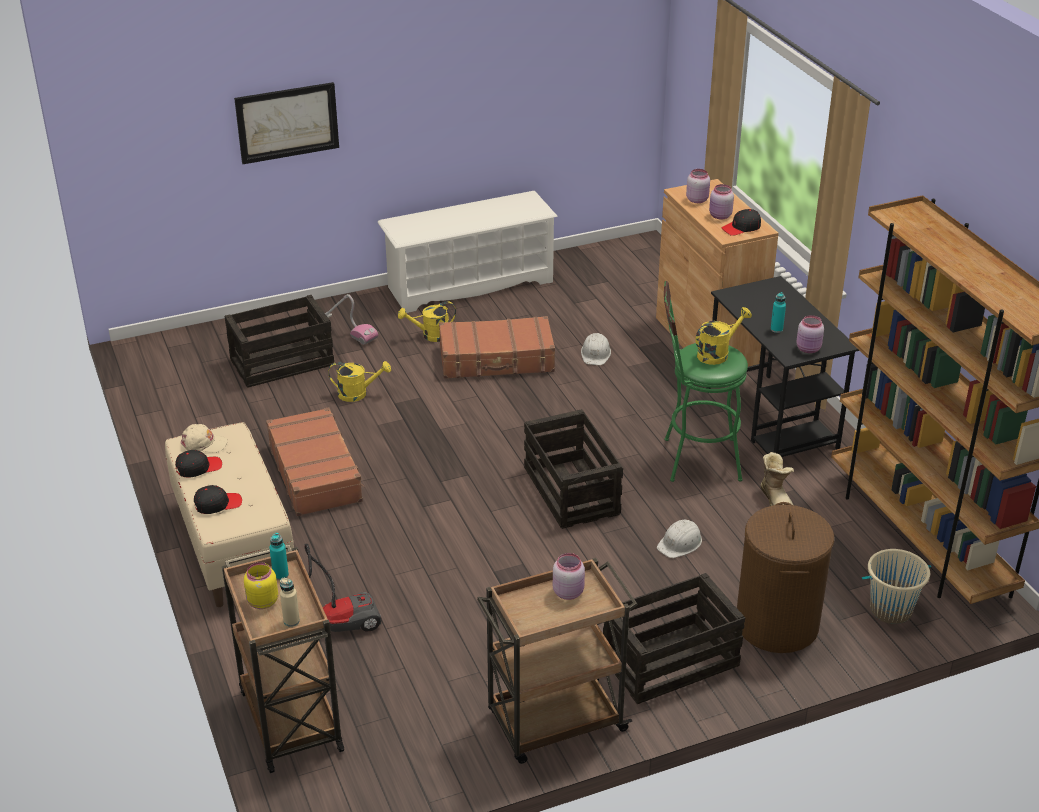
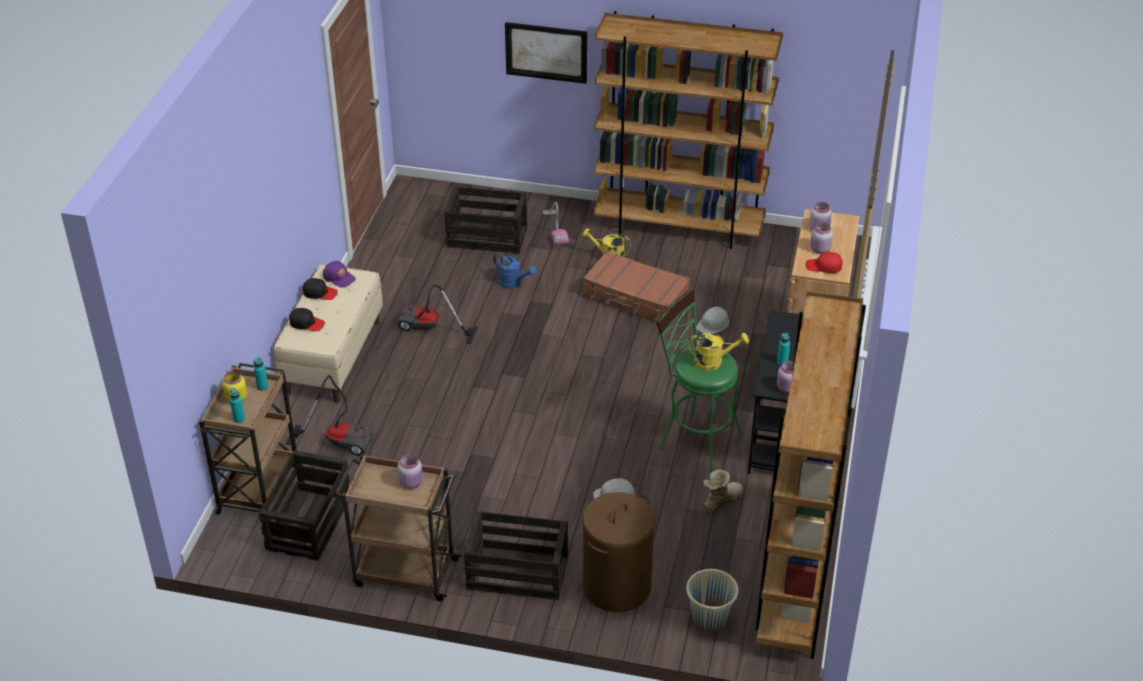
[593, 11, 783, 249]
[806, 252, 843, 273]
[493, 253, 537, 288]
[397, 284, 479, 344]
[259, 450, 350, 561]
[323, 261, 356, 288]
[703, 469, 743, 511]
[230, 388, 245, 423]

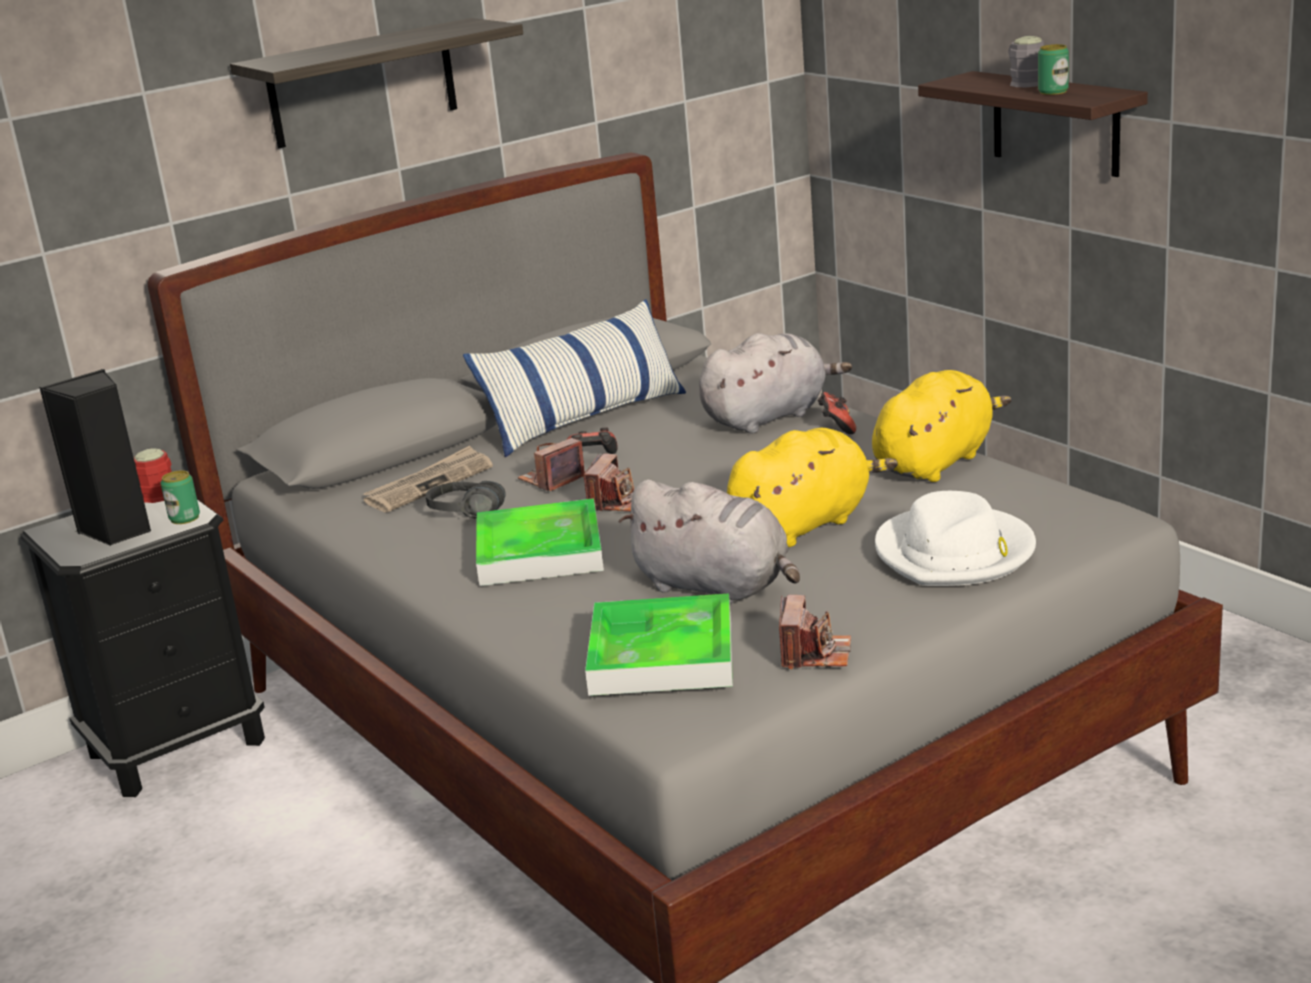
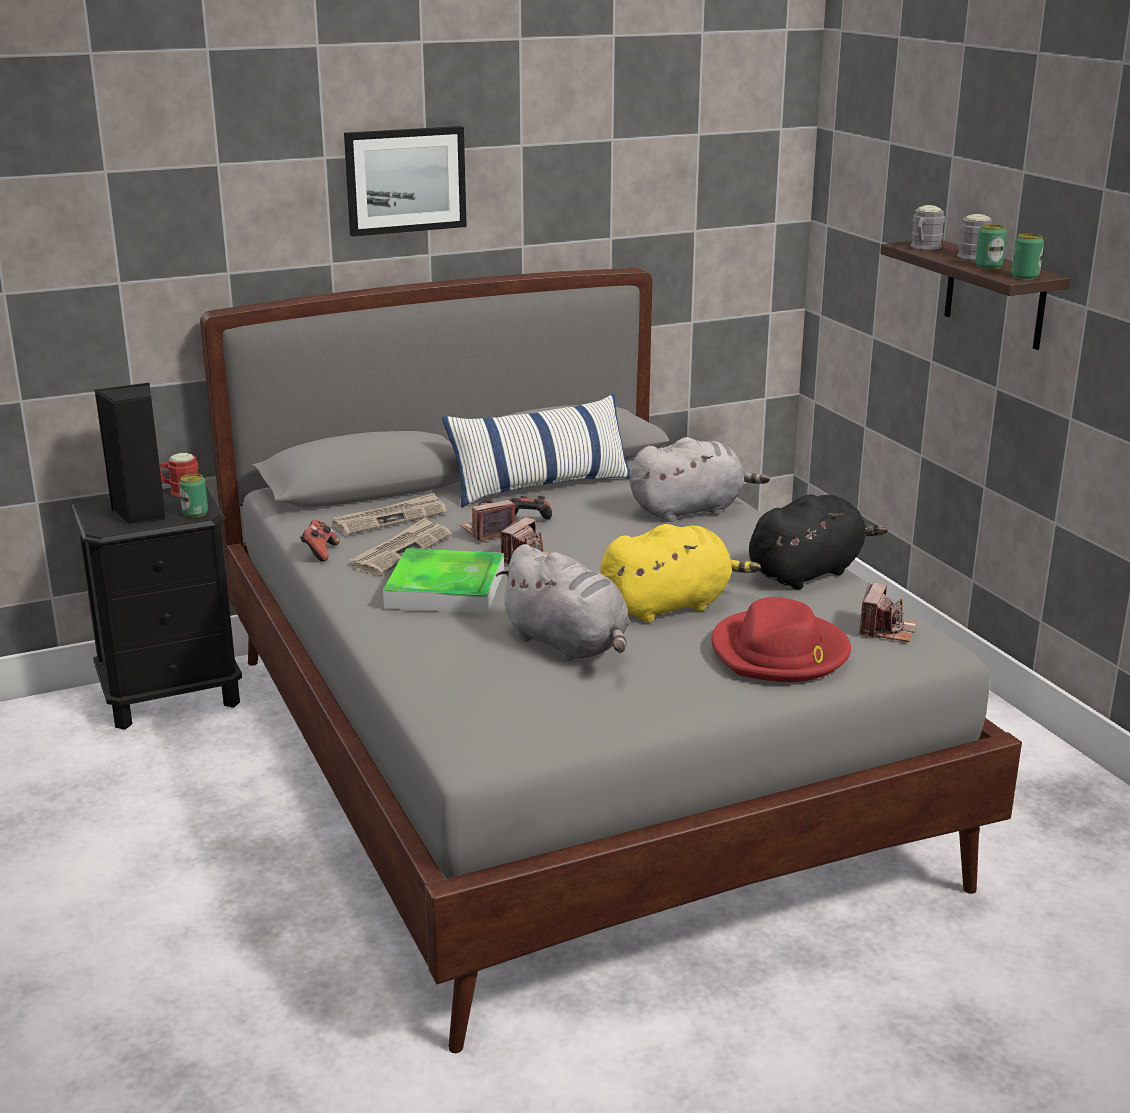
[344, 126, 467, 237]
[749, 494, 888, 590]
[300, 520, 340, 562]
[350, 518, 451, 576]
[711, 597, 851, 682]
[585, 593, 733, 696] (first image)
[859, 582, 917, 642]
[910, 205, 945, 250]
[1011, 234, 1044, 280]

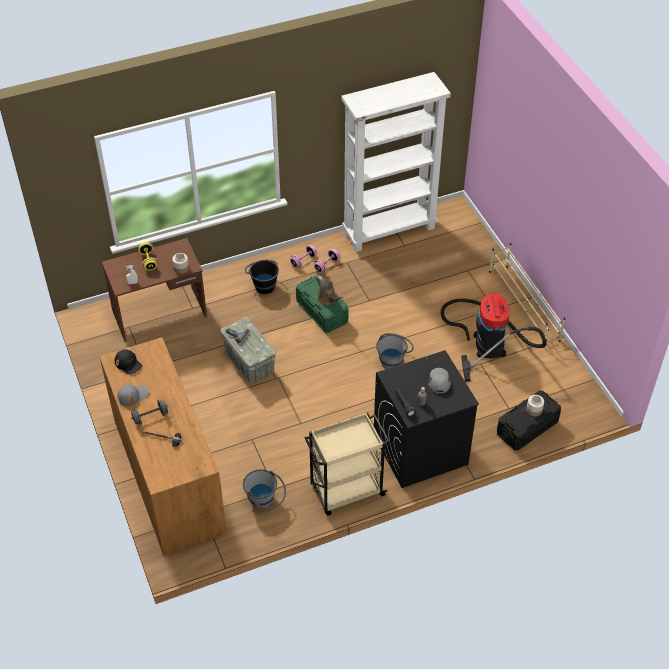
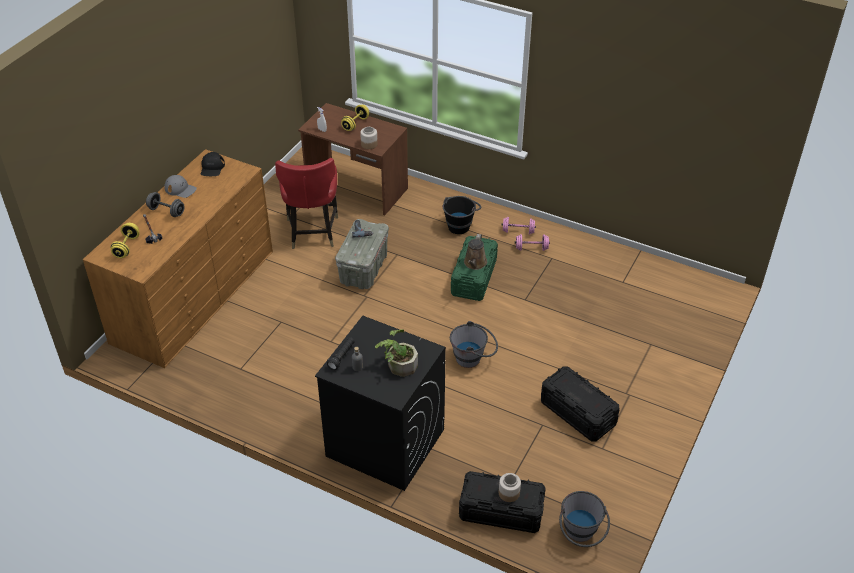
[341, 72, 451, 252] (first image)
[489, 243, 566, 344] (first image)
[541, 366, 620, 442]
[375, 329, 418, 377]
[304, 412, 389, 515] (first image)
[559, 491, 610, 547]
[275, 158, 338, 249]
[110, 223, 140, 258]

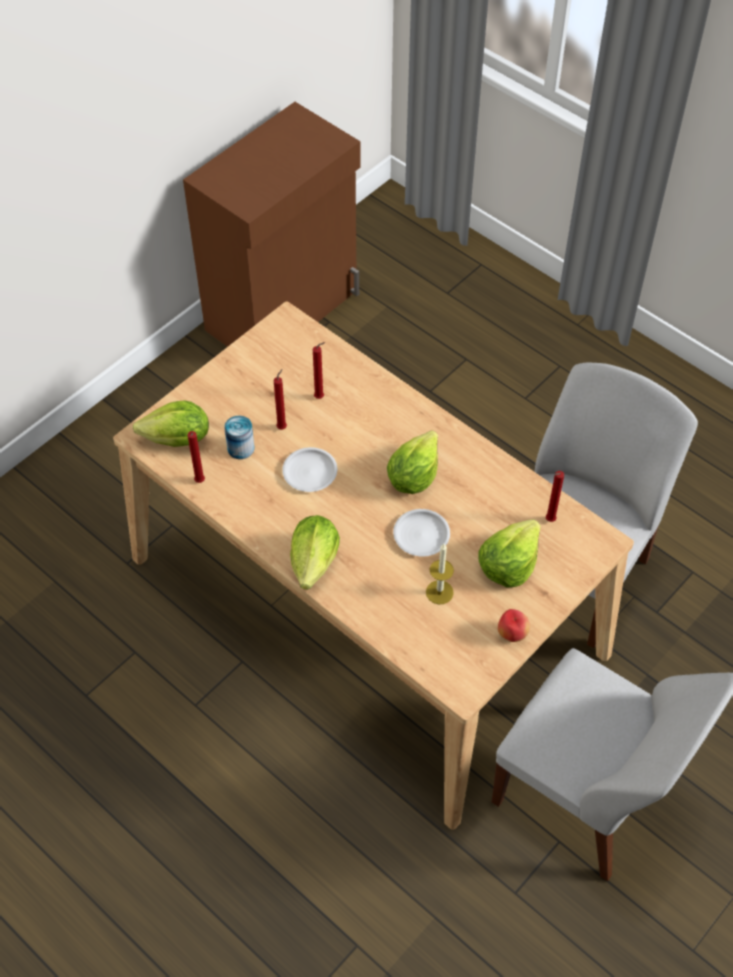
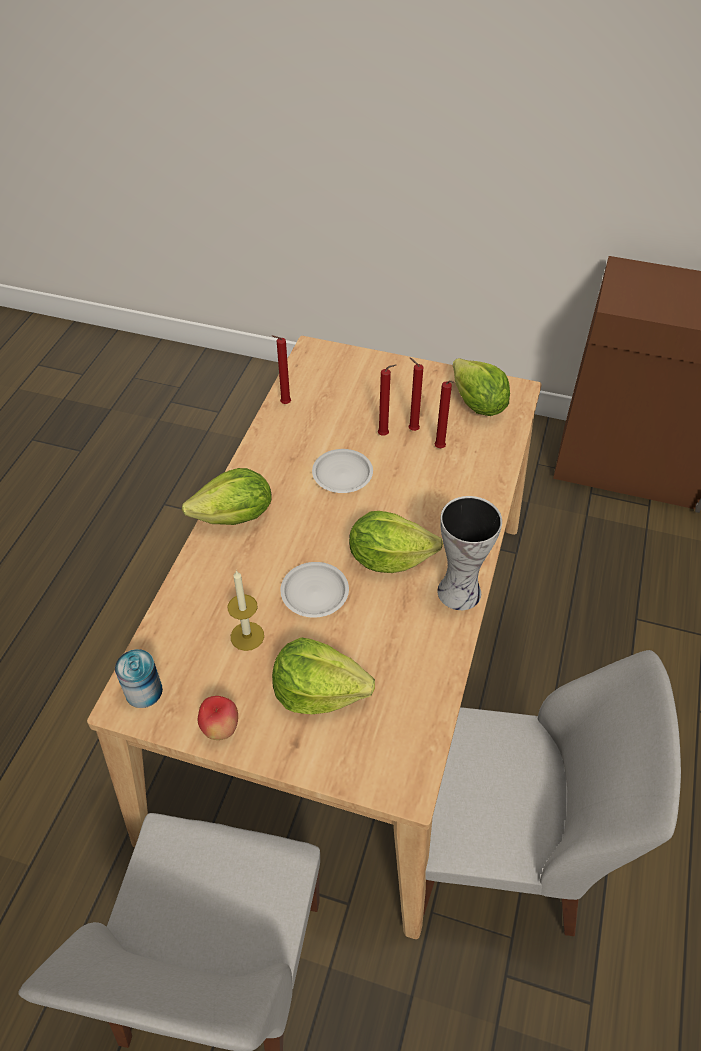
[453, 358, 510, 416]
[115, 649, 163, 708]
[409, 357, 423, 431]
[437, 496, 502, 610]

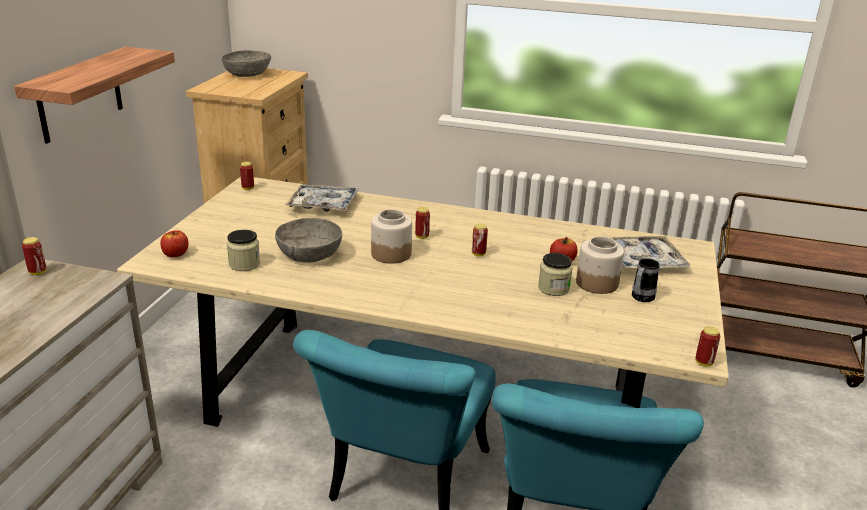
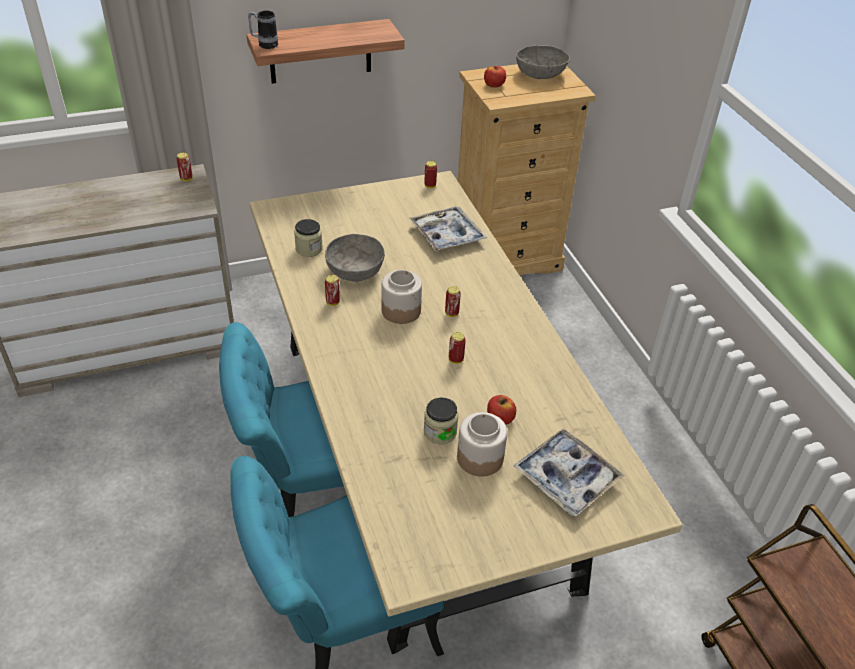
[484, 66, 506, 88]
[248, 10, 278, 49]
[325, 275, 340, 306]

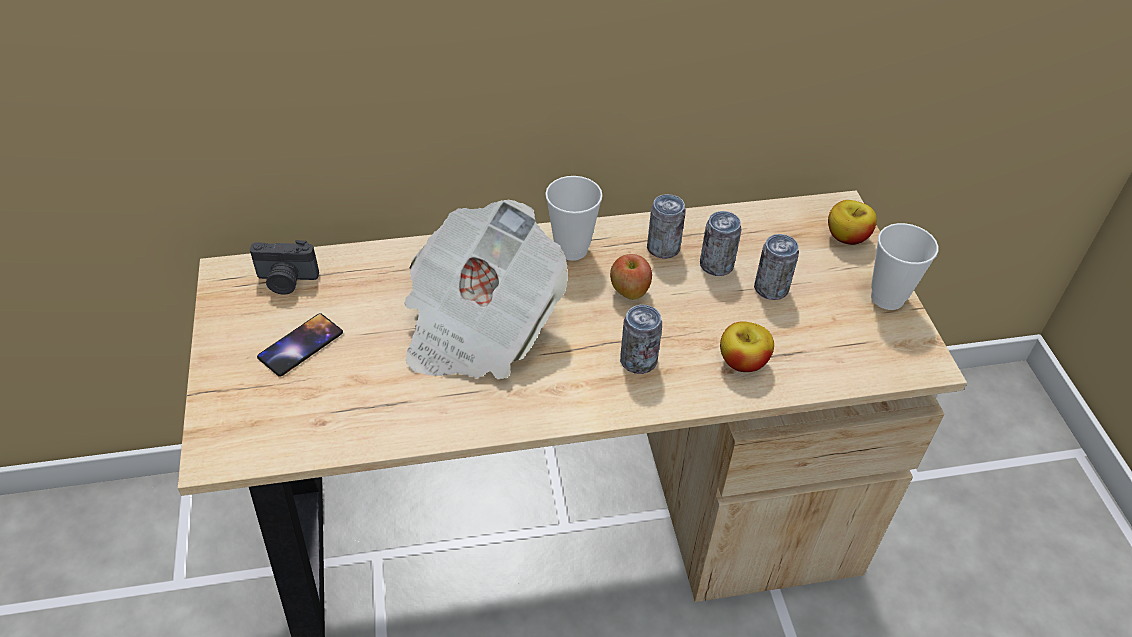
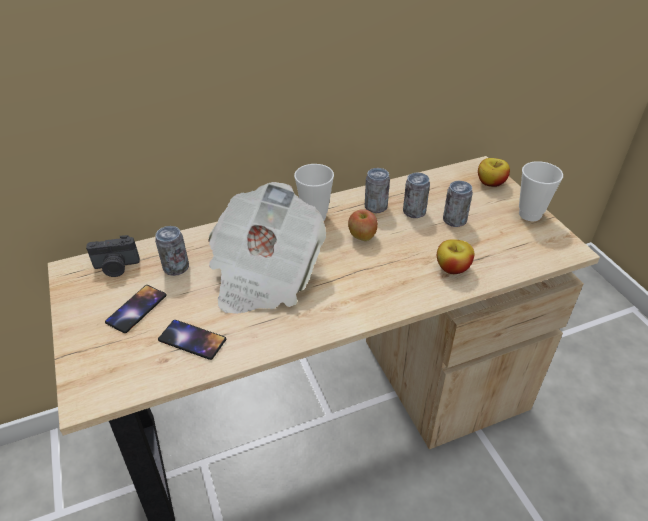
[155, 226, 189, 276]
[158, 320, 226, 360]

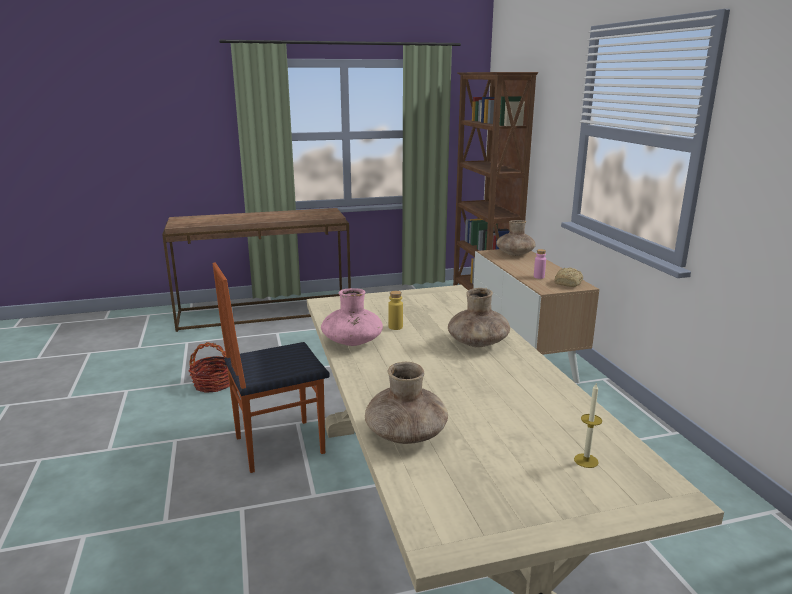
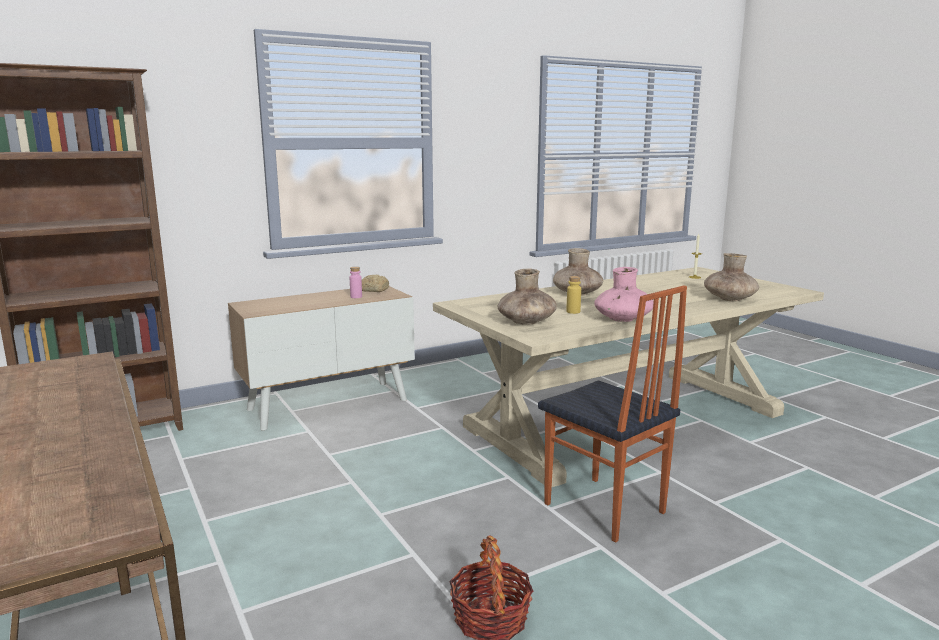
[498, 269, 557, 325]

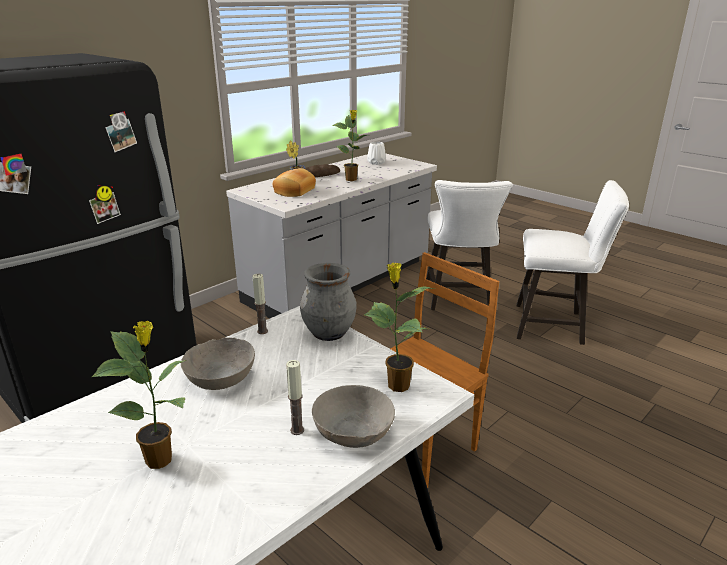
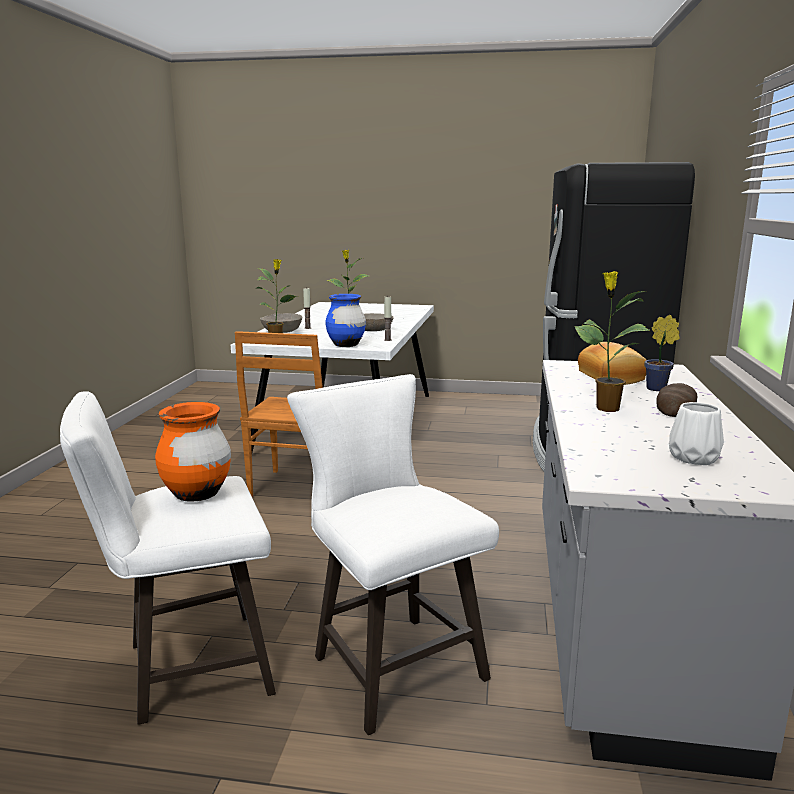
[325, 294, 366, 347]
[155, 402, 231, 502]

